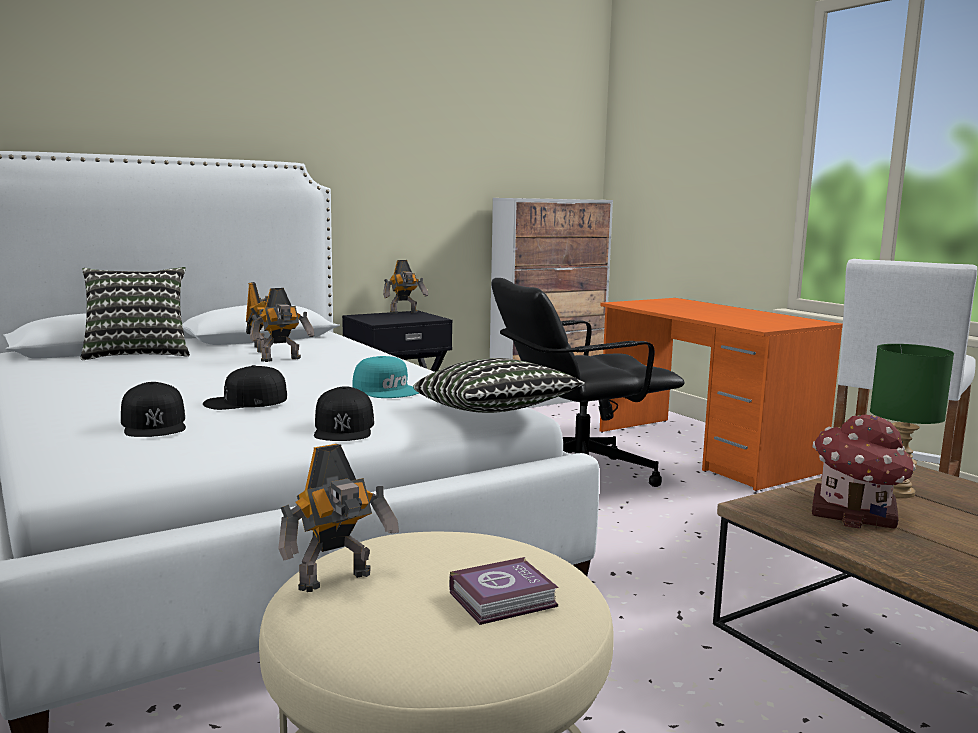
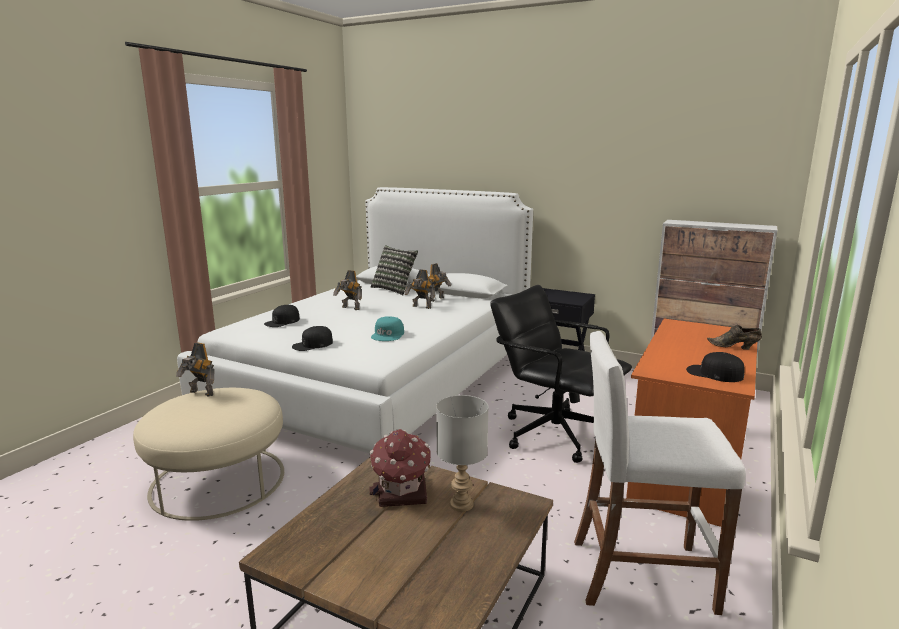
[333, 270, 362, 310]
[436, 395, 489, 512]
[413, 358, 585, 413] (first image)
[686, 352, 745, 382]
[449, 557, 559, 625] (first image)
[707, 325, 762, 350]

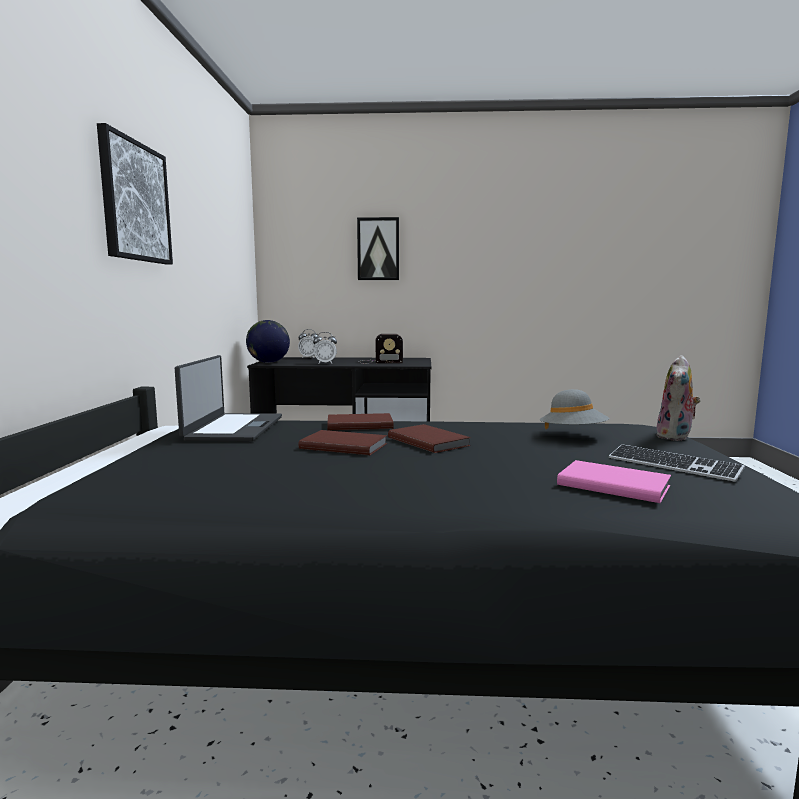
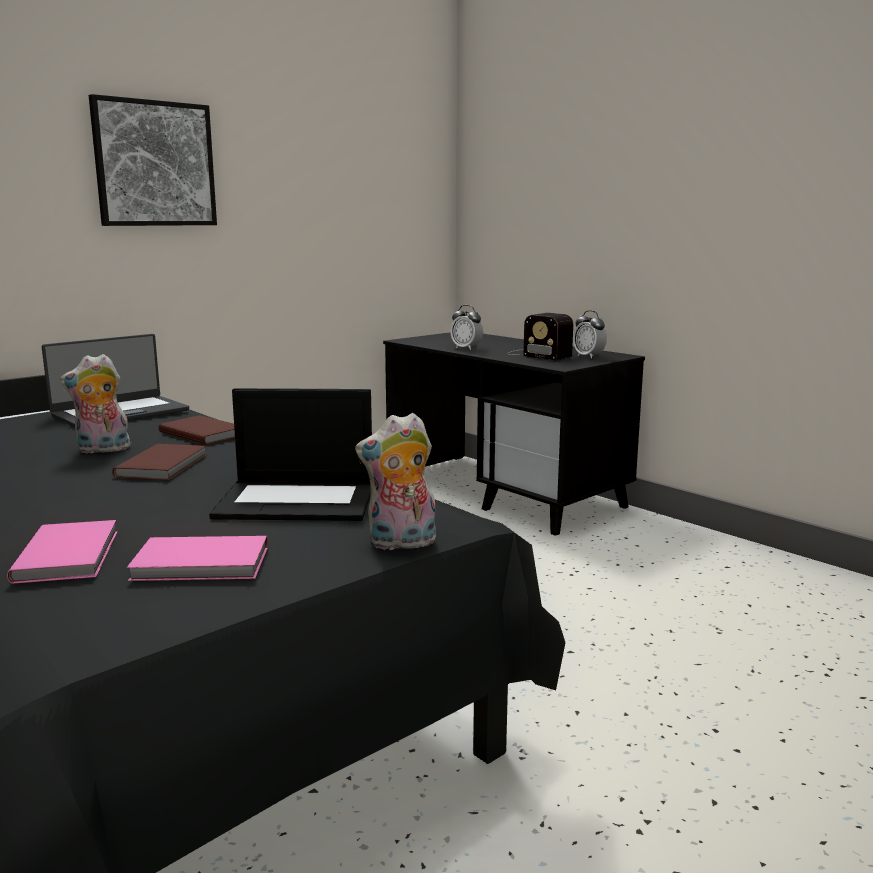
[357, 217, 399, 280] (first image)
[246, 320, 290, 363] (first image)
[573, 310, 607, 359]
[209, 388, 372, 521]
[60, 354, 131, 453]
[127, 536, 268, 581]

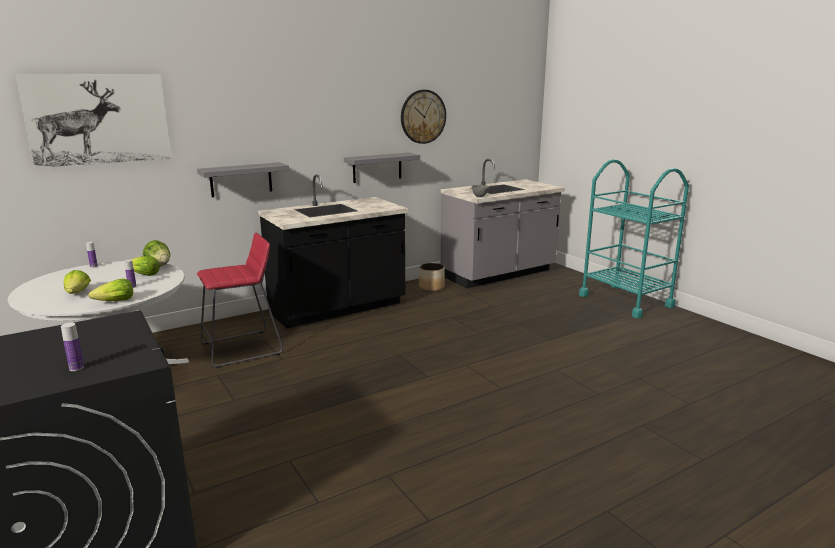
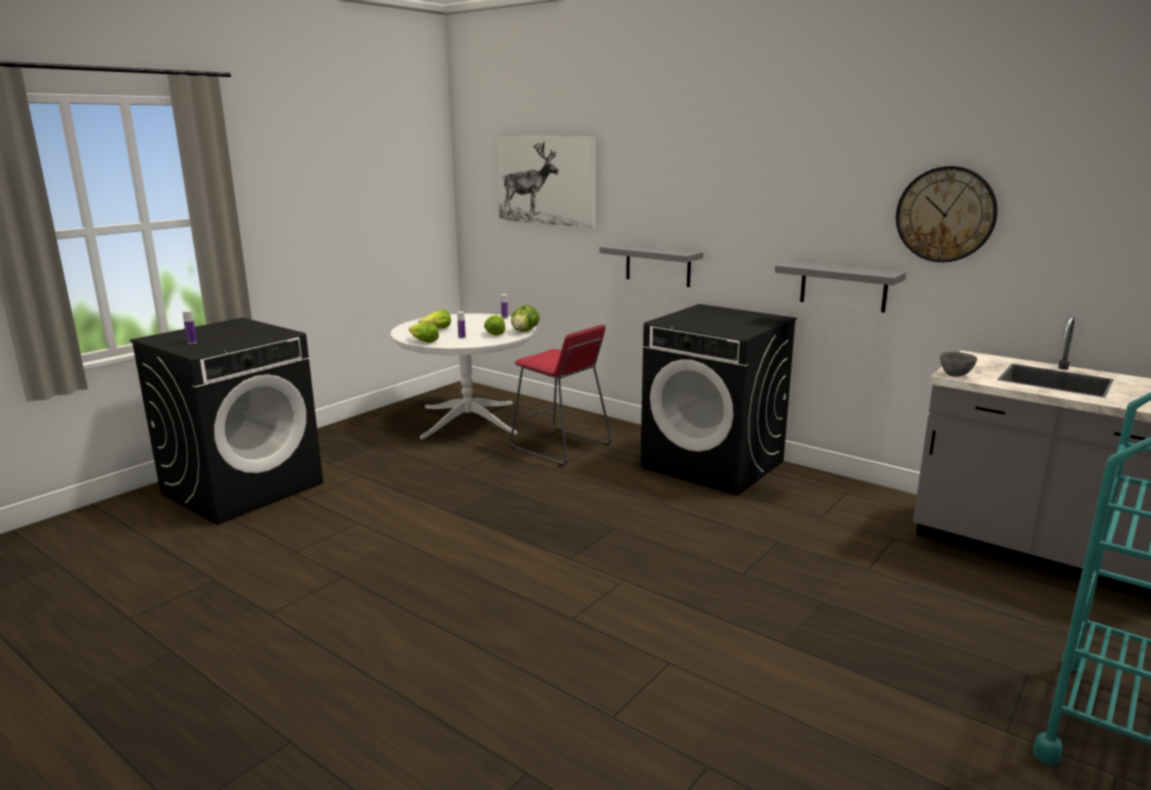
[640, 304, 797, 496]
[419, 263, 445, 291] (first image)

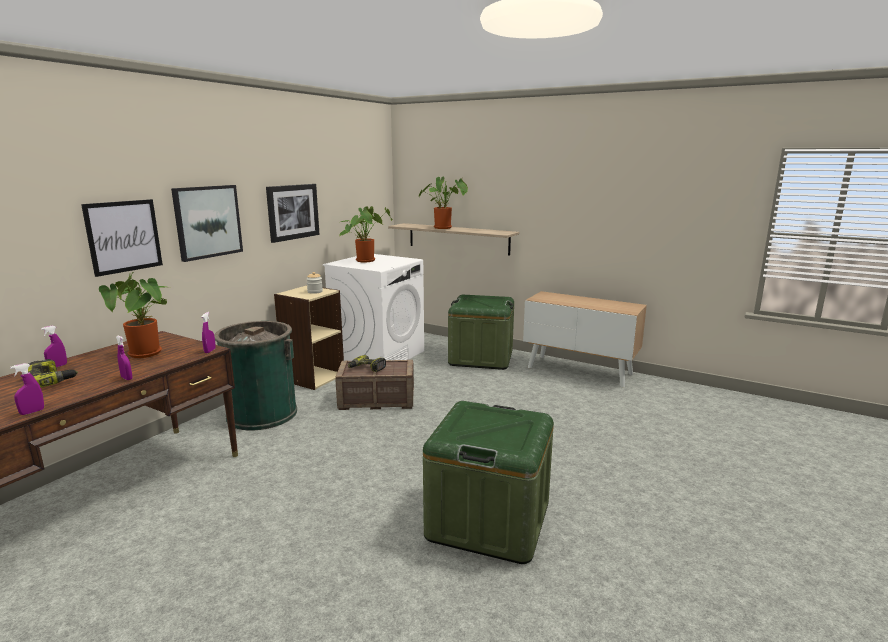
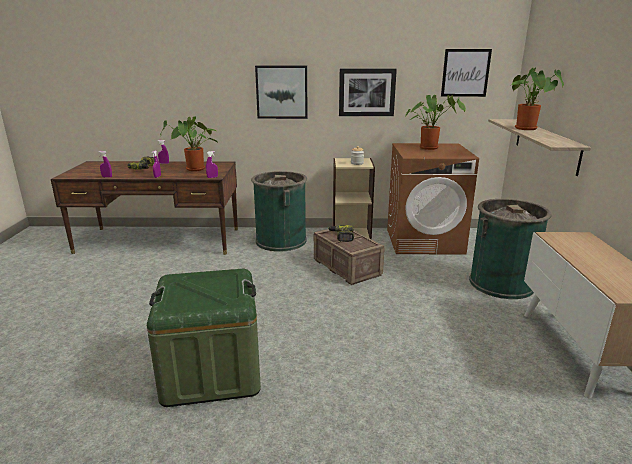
[441, 49, 492, 97]
[387, 143, 479, 255]
[469, 199, 552, 299]

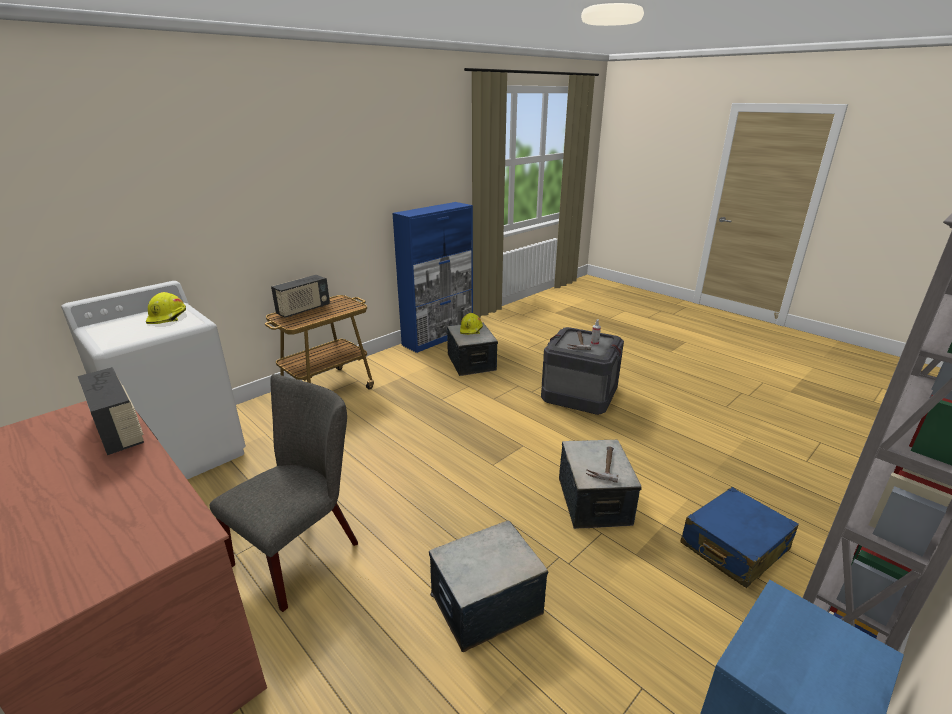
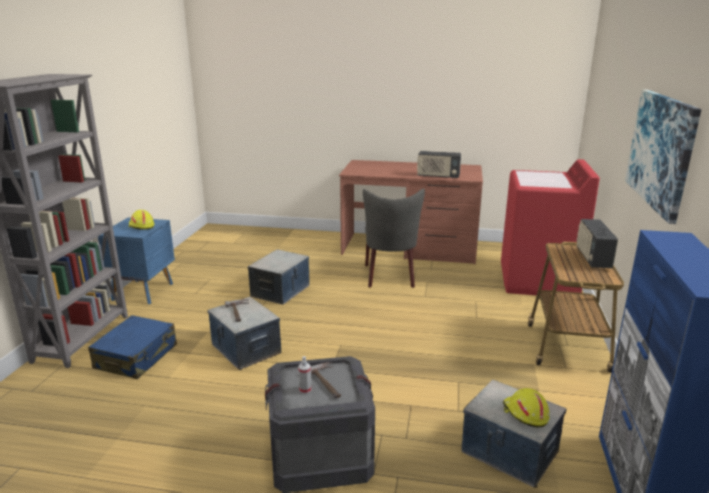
[501, 159, 600, 296]
[128, 210, 154, 230]
[625, 90, 701, 224]

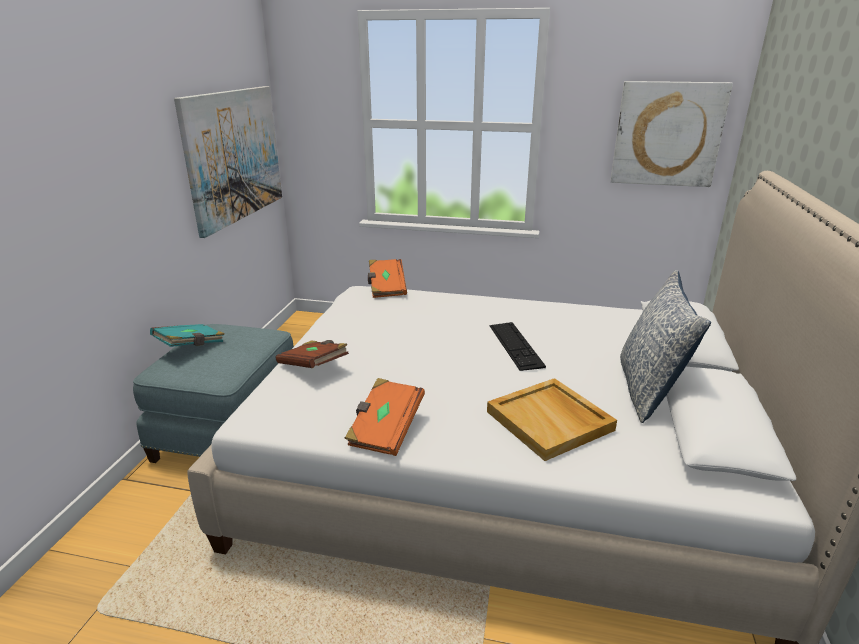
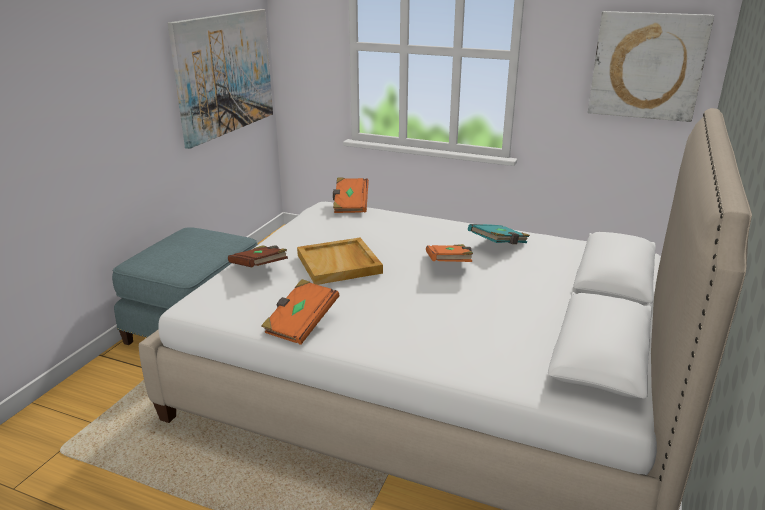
[620, 270, 711, 423] (first image)
[426, 244, 473, 262]
[468, 224, 530, 244]
[297, 238, 383, 285]

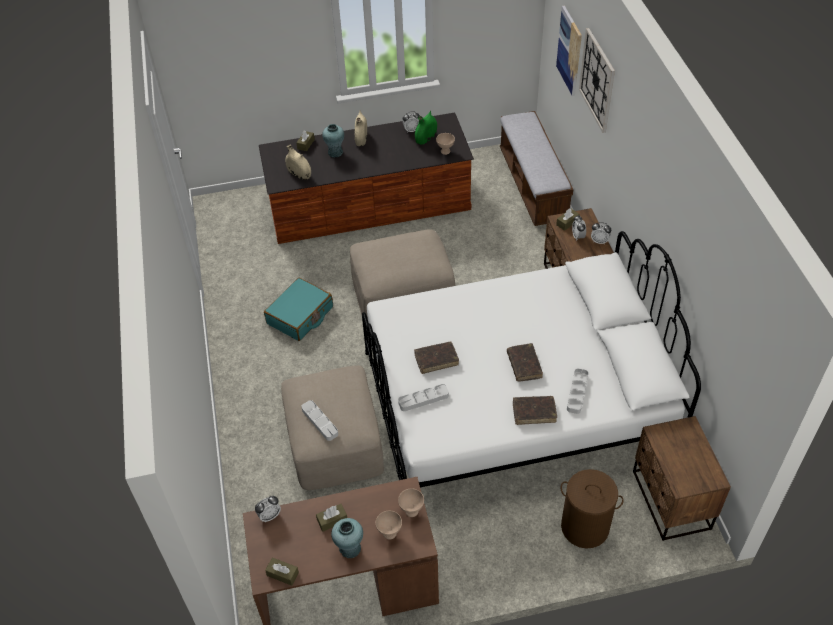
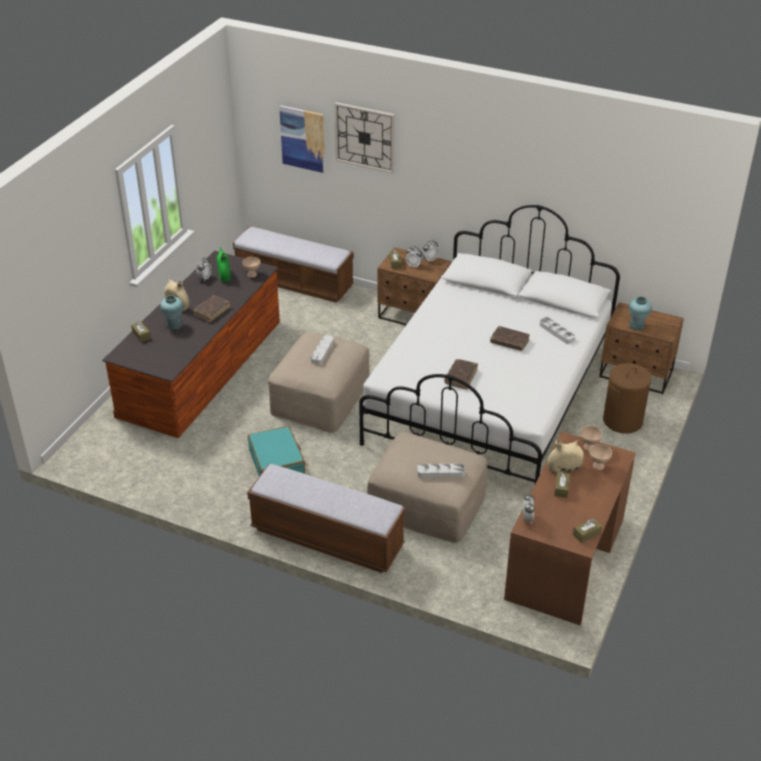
[547, 440, 584, 473]
[311, 335, 334, 365]
[192, 295, 230, 322]
[629, 296, 652, 331]
[247, 464, 405, 573]

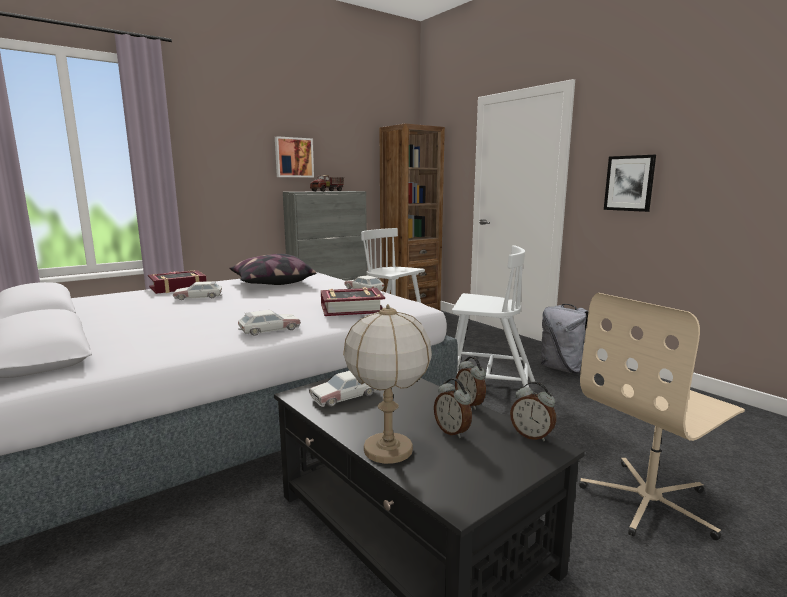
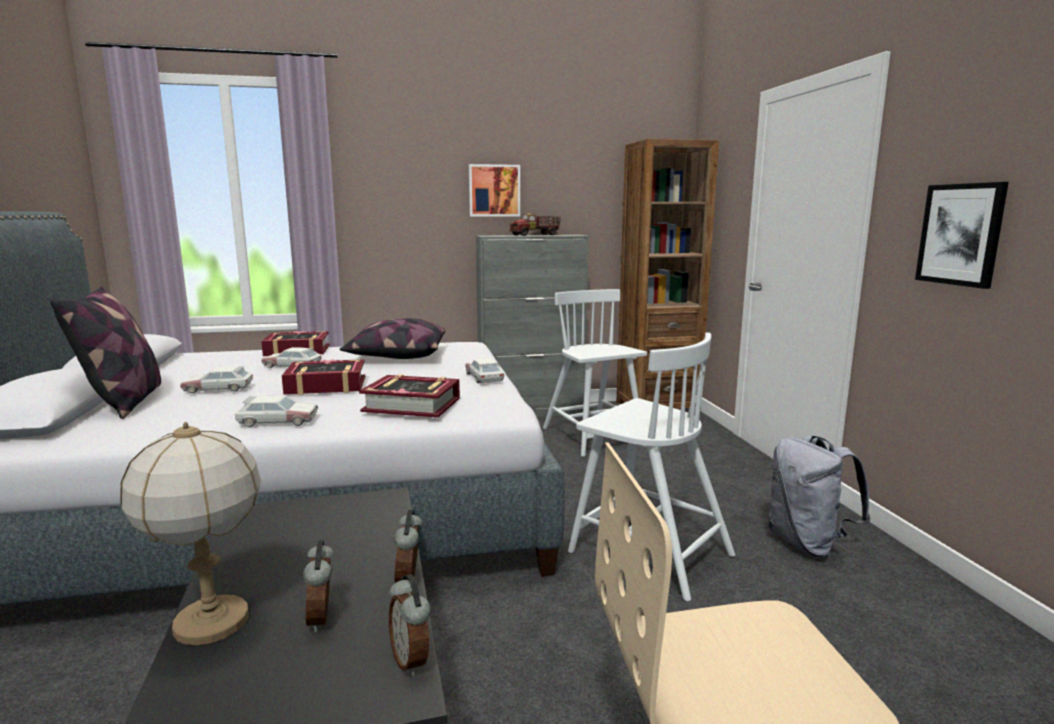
[180, 367, 253, 393]
[50, 286, 161, 419]
[282, 359, 365, 395]

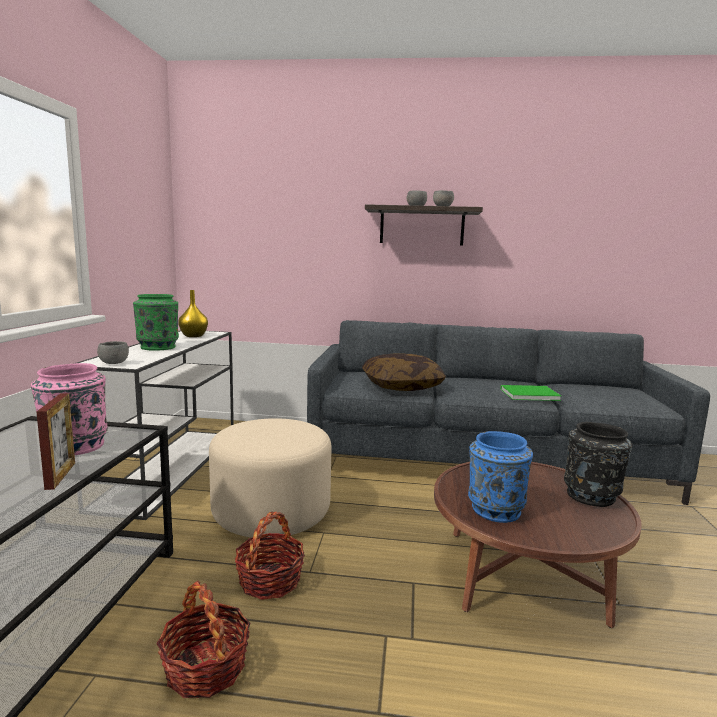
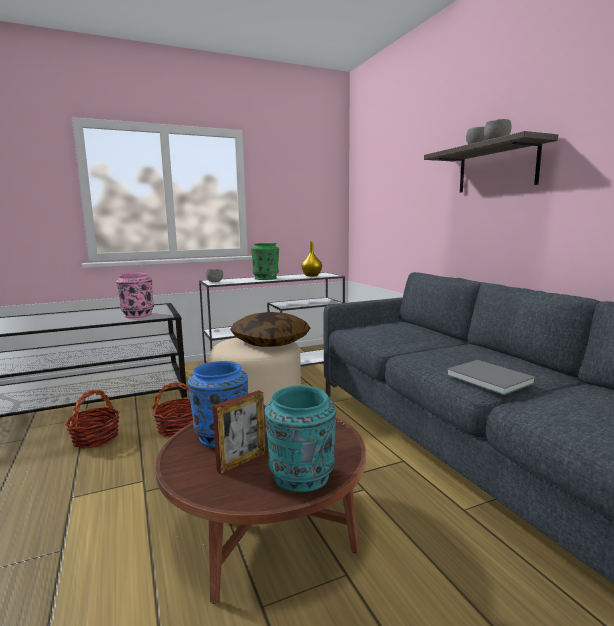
[230, 312, 310, 347]
[447, 360, 536, 395]
[213, 390, 265, 474]
[265, 385, 336, 492]

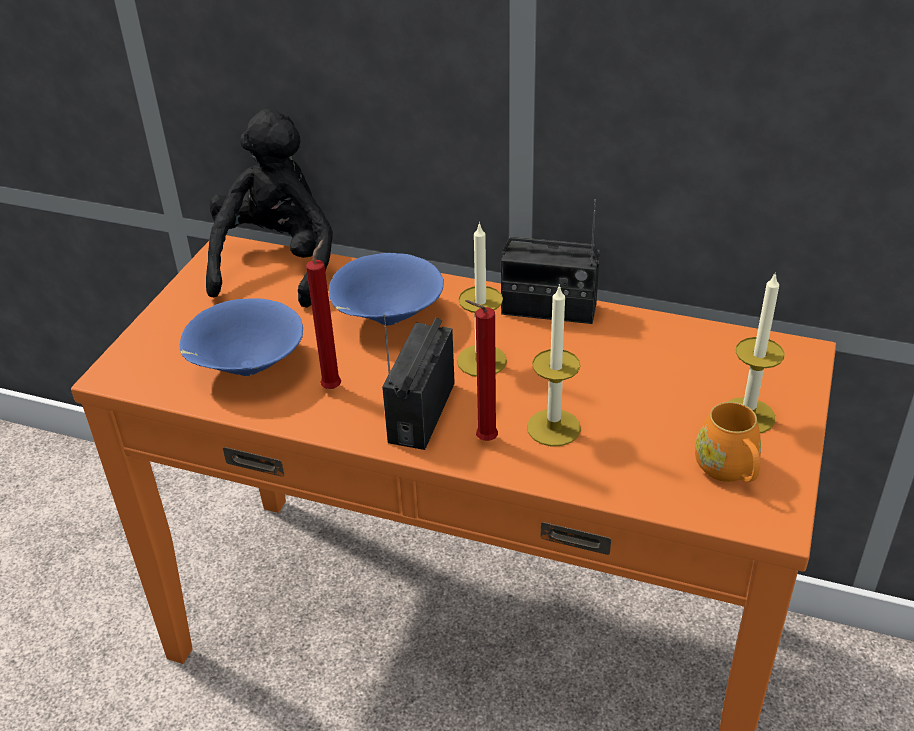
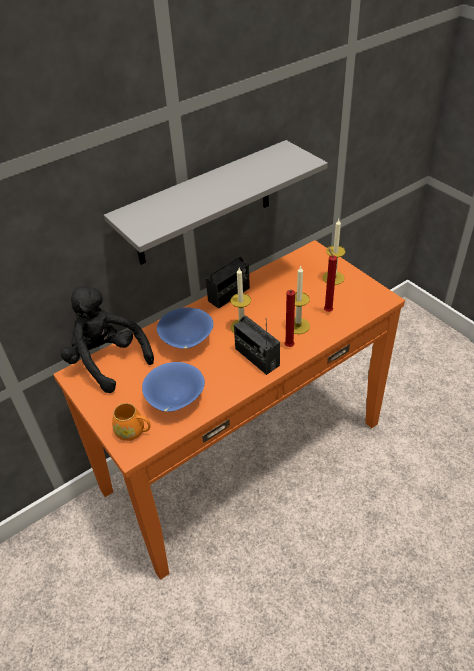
[324, 247, 337, 312]
[112, 403, 151, 441]
[104, 140, 328, 265]

